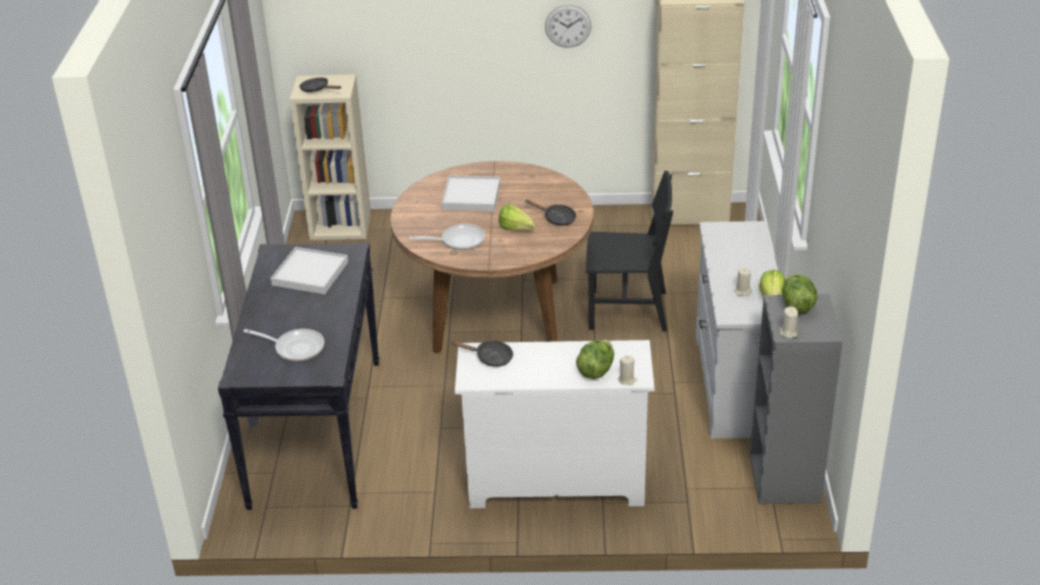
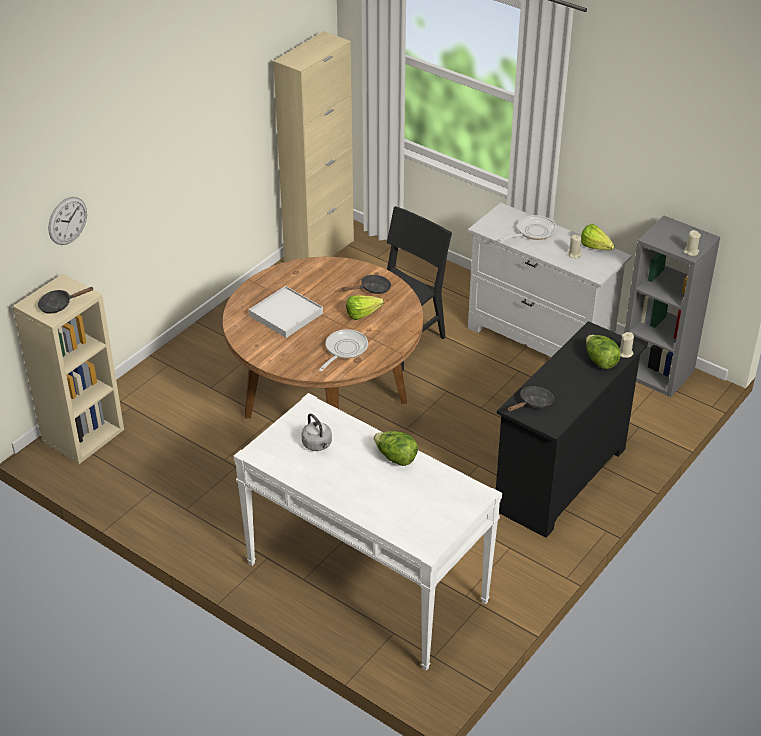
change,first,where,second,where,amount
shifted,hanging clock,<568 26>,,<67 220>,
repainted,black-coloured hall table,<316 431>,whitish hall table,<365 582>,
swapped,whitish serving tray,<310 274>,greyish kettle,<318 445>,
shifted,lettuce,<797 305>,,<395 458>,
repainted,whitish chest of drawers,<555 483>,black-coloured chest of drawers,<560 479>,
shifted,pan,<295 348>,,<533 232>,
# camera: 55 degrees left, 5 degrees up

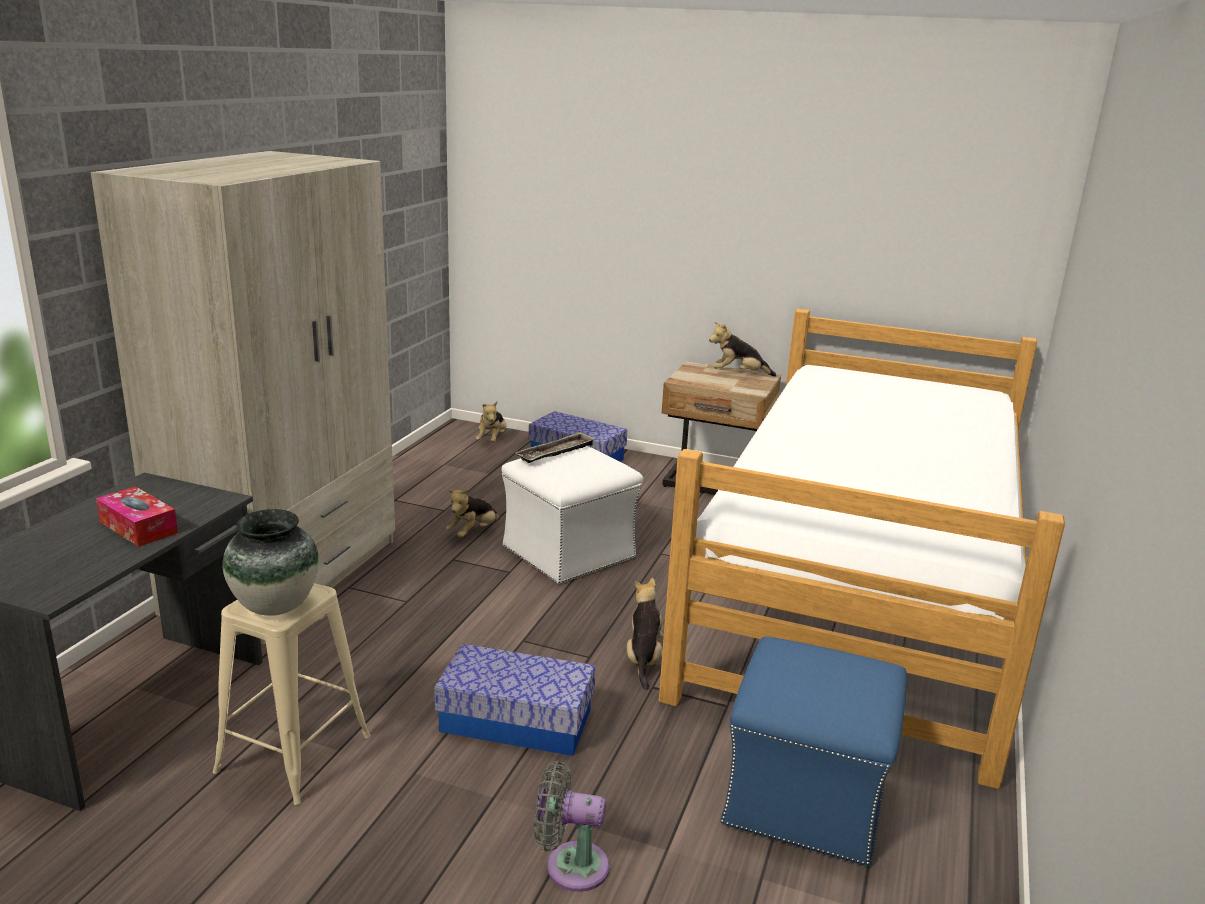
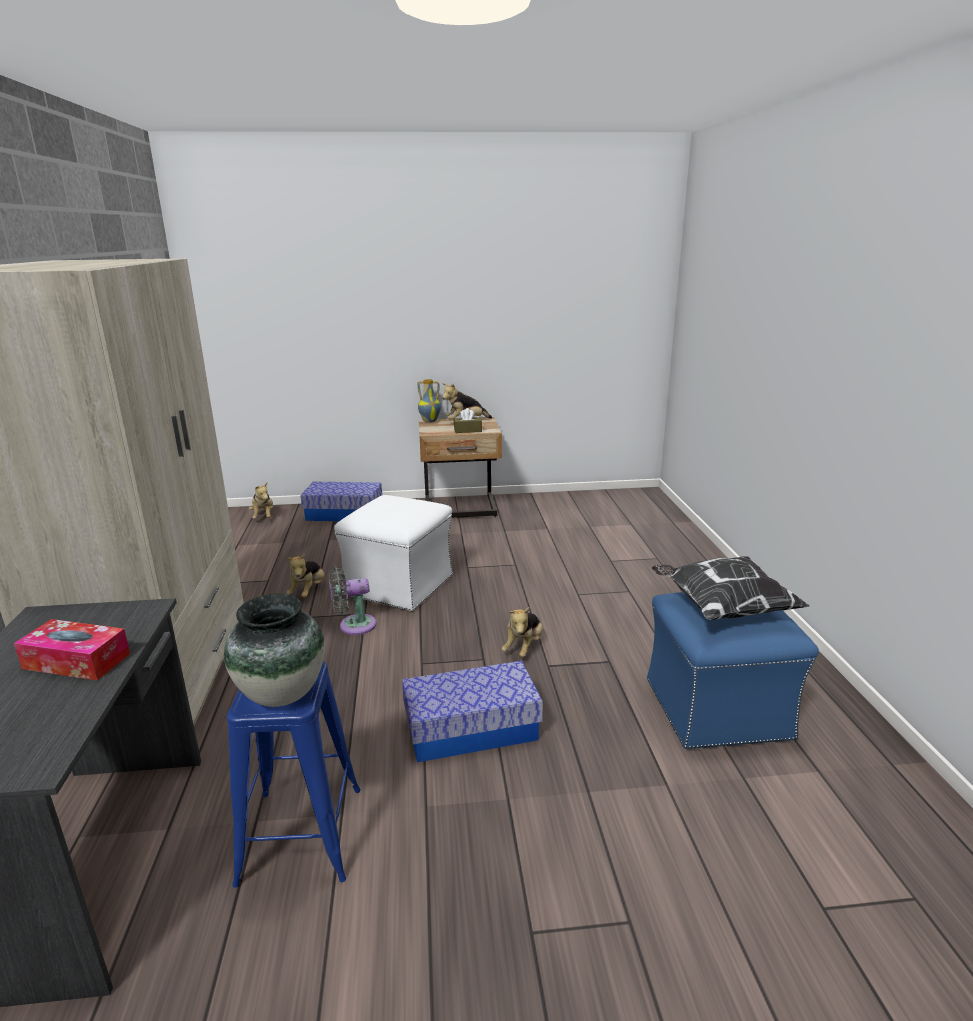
change,first,where,second,where,amount
repainted,beige-coloured stool,<294 753>,blue stool,<301 834>,
shifted,greyish electric fan,<570 865>,,<353 626>,
new,,,decorative vase,<430 421>,
new,,,brown-coloured tissue holder,<467 430>,
rotated,plush toy,<644 659>,,<524 647>,135 degrees counterclockwise
new,,,cushion,<722 608>,
gone,serving tray,<556 453>,,,
gone,sleeping bed,<860 593>,,,
# camera: 25 degrees left, 0 degrees up

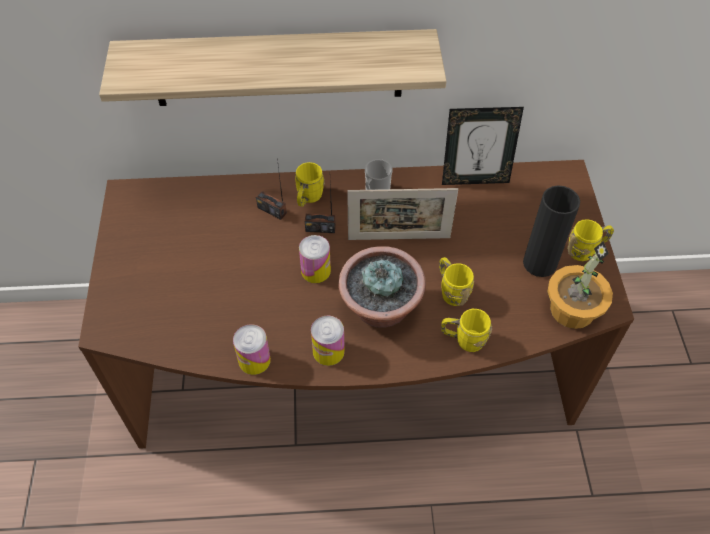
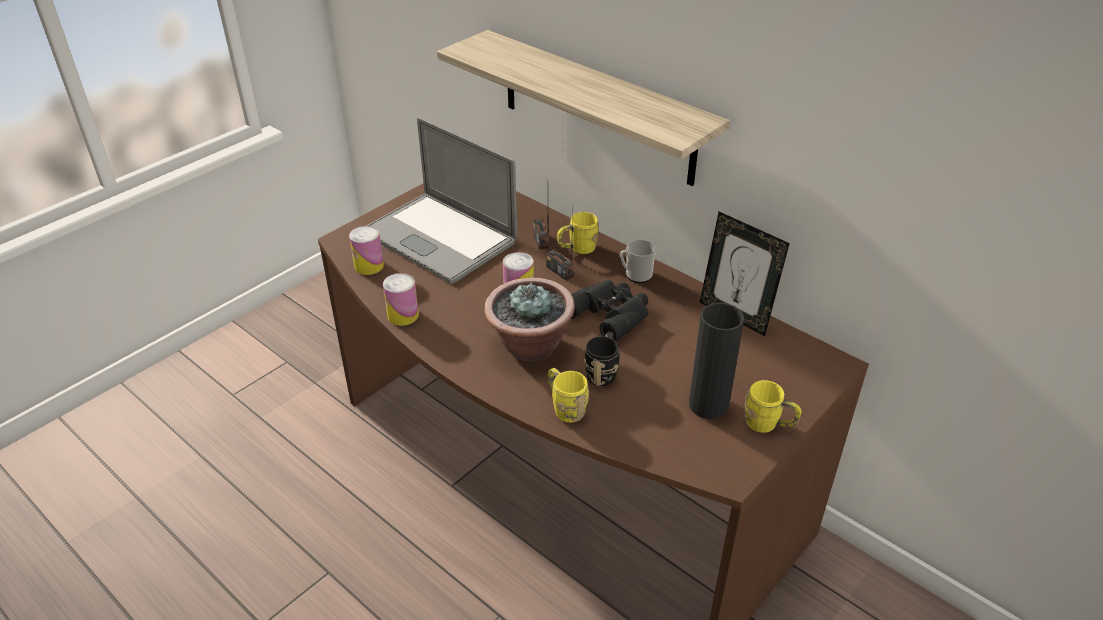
change,first,where,second,where,amount
shifted,metal can,<328 351>,,<369 266>,
new,,,portable computer,<439 237>,
swapped,photo frame,<399 238>,black-coloured pair of binoculars,<611 313>,
repainted,yellow-coloured tea mug,<451 290>,black-coloured tea mug,<603 371>,
gone,potted plant,<571 309>,,,
# camera: 45 degrees right, 15 degrees down

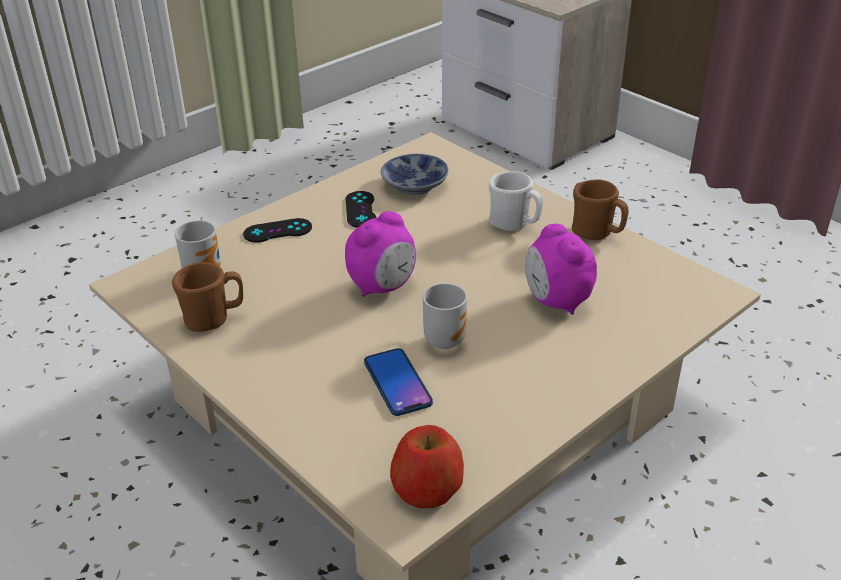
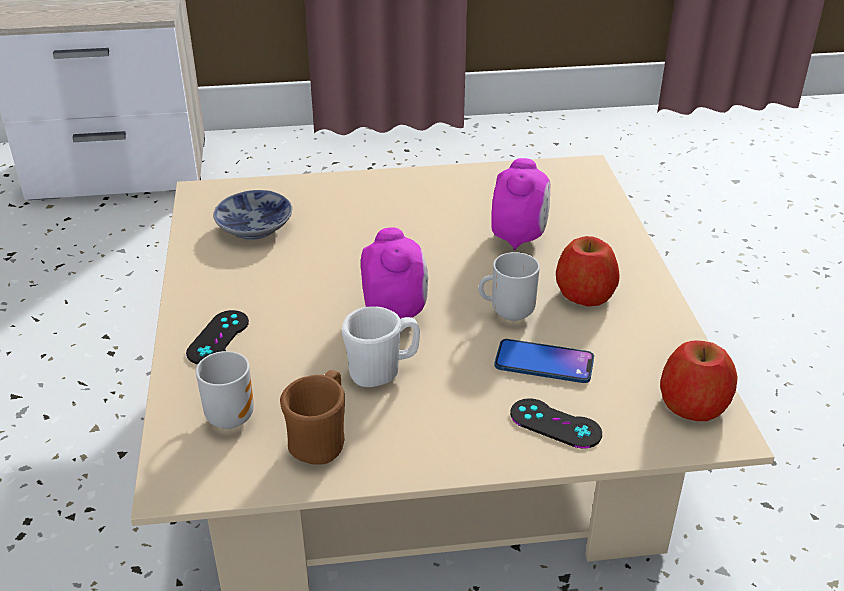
change,first,where,second,where,amount
shifted,whitish tea mug,<514 224>,,<382 371>,
rotated,alarm clock,<556 301>,,<519 237>,90 degrees counterclockwise
shifted,black-coloured game controller,<360 209>,,<555 424>,
new,,,whole apple,<584 293>,
gone,brown-coloured tea mug,<597 234>,,,
# camera: 55 degrees left, 0 degrees up

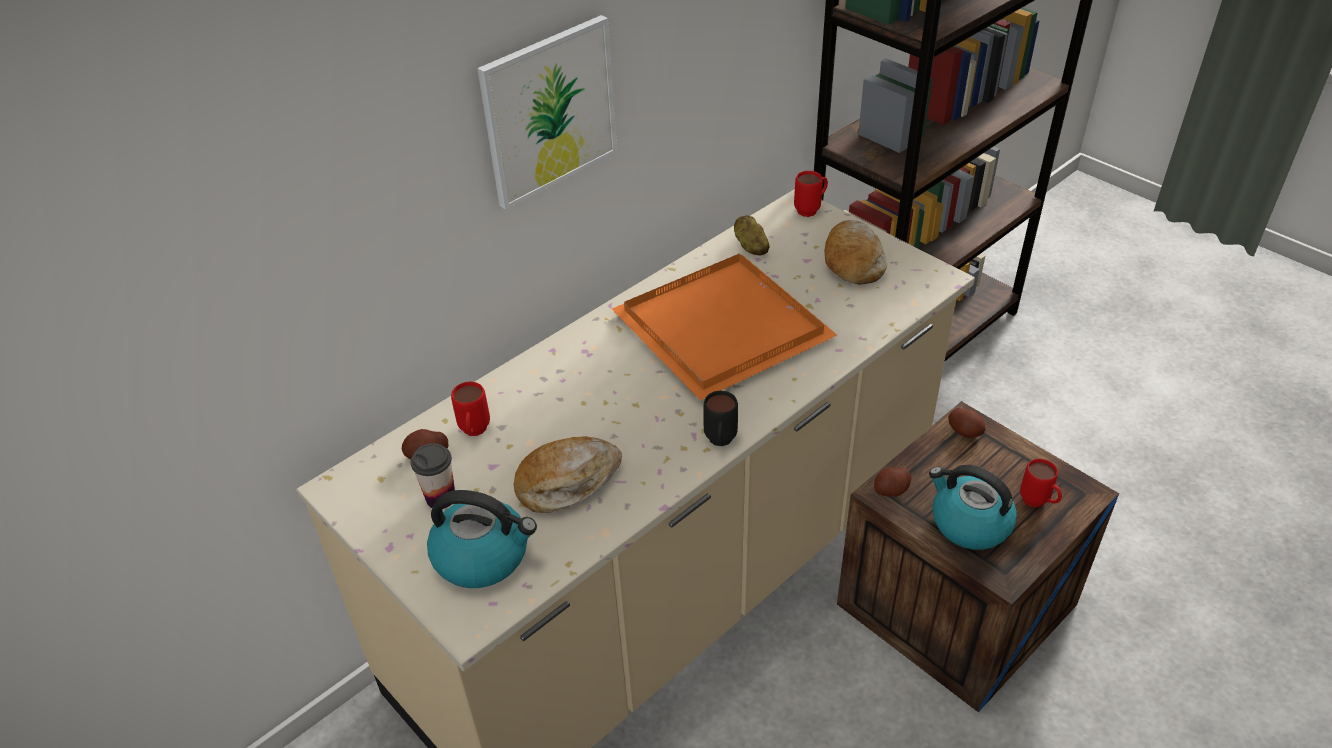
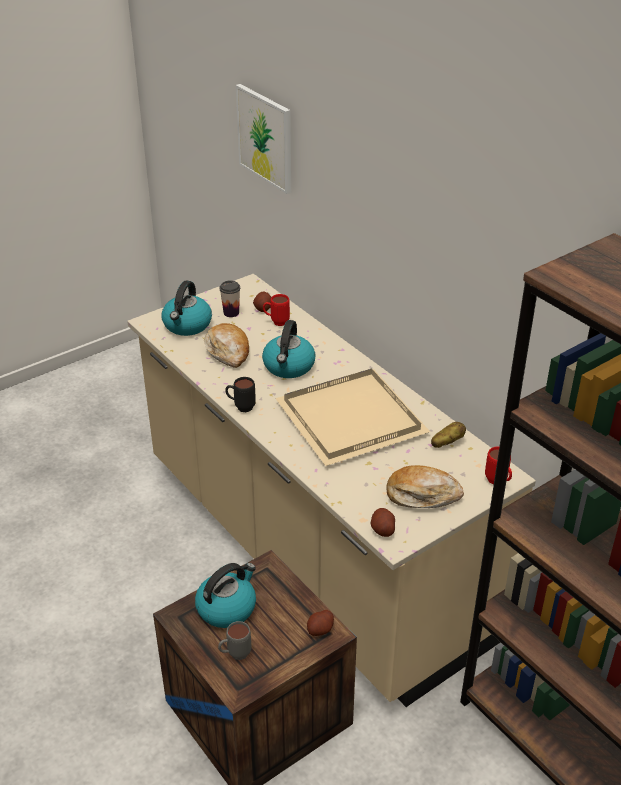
change,first,where,second,where,amount
repainted,red-coloured tea mug,<1038 503>,greyish tea mug,<235 655>,
shifted,wall picture,<549 111>,,<265 138>,
new,,,kettle,<289 367>,
repainted,orange-coloured serving tray,<726 328>,beige-coloured serving tray,<350 421>,
shifted,whole potato,<891 490>,,<382 530>,
# camera: 95 degrees right, 5 degrees down

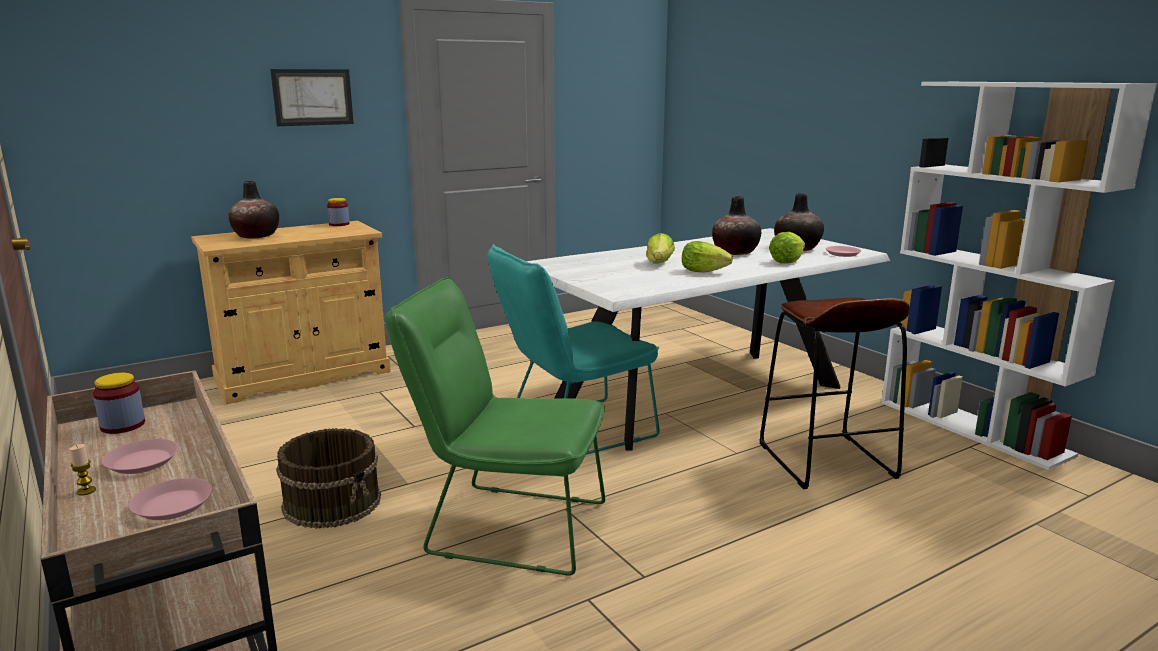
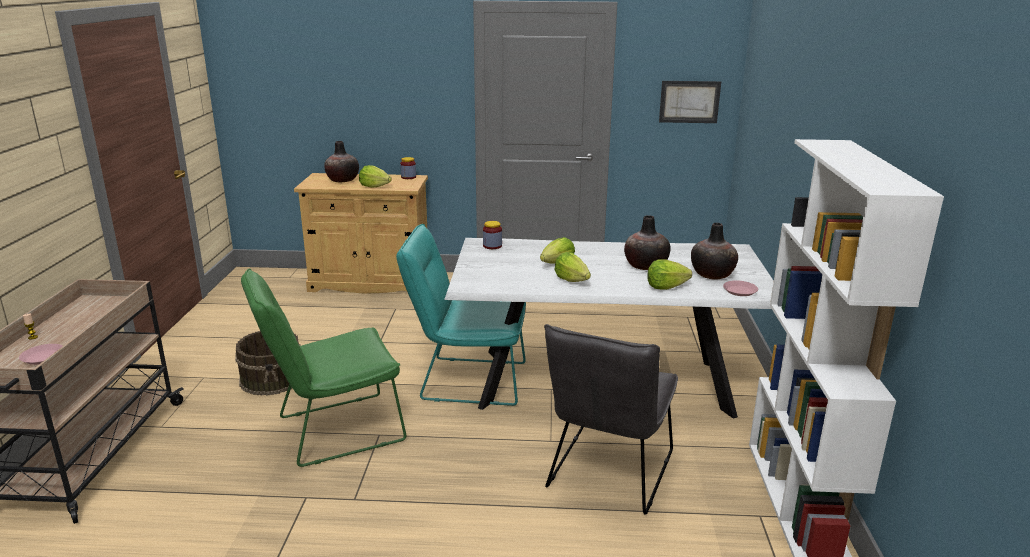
change,first,where,second,where,amount
rotated,green-coloured upright chair,<505 526>,,<332 431>,75 degrees counterclockwise
new,,,lettuce,<374 186>,
shifted,storage jar,<123 425>,,<492 246>,
swapped,brown-coloured stool,<826 461>,greyish upright chair,<607 475>,
shifted,wall picture,<313 97>,,<689 101>,
gone,pink dinner plate,<142 461>,,,
# camera: 35 degrees right, 5 degrees up

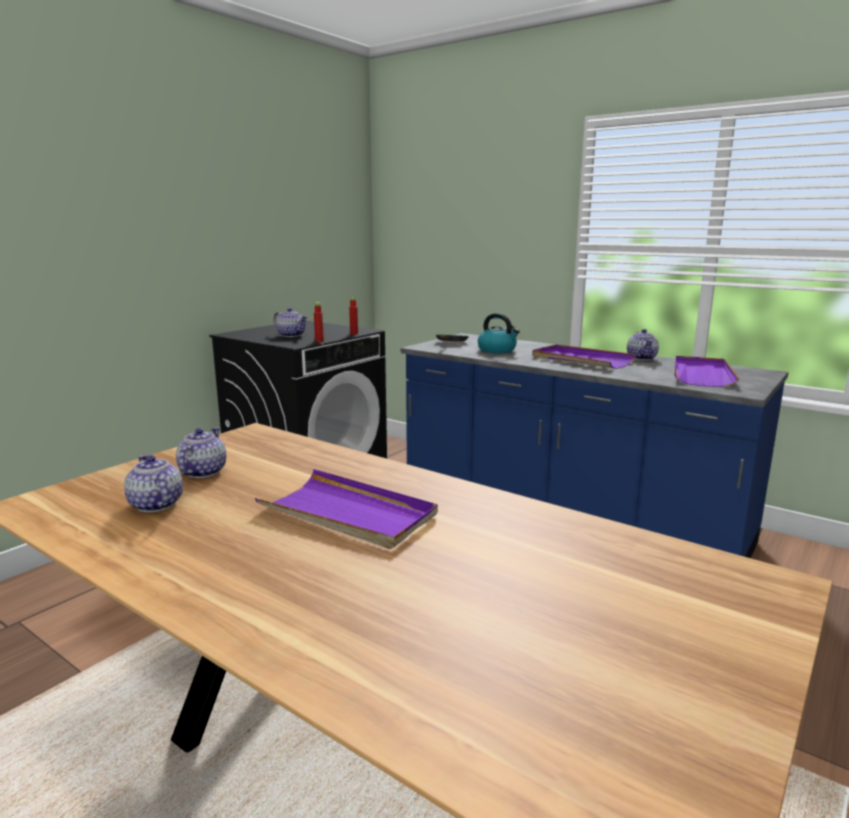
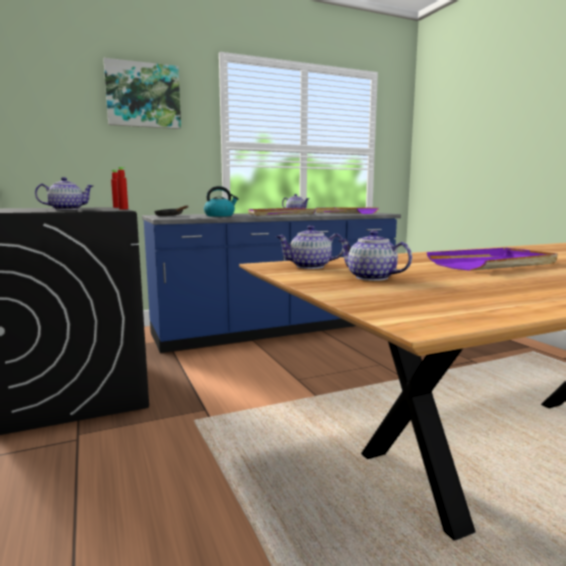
change,first,where,second,where,amount
new,,,wall picture,<143 95>,
shifted,teapot,<155 505>,,<310 266>,
# camera: 60 degrees left, 5 degrees down

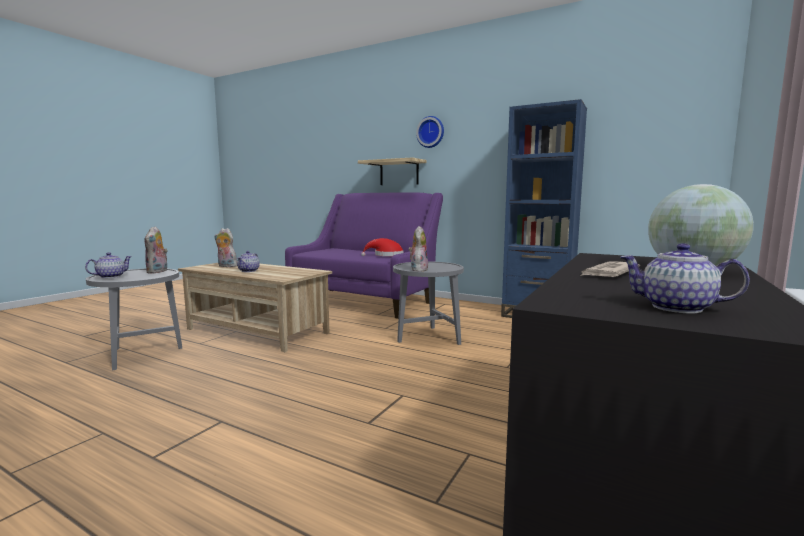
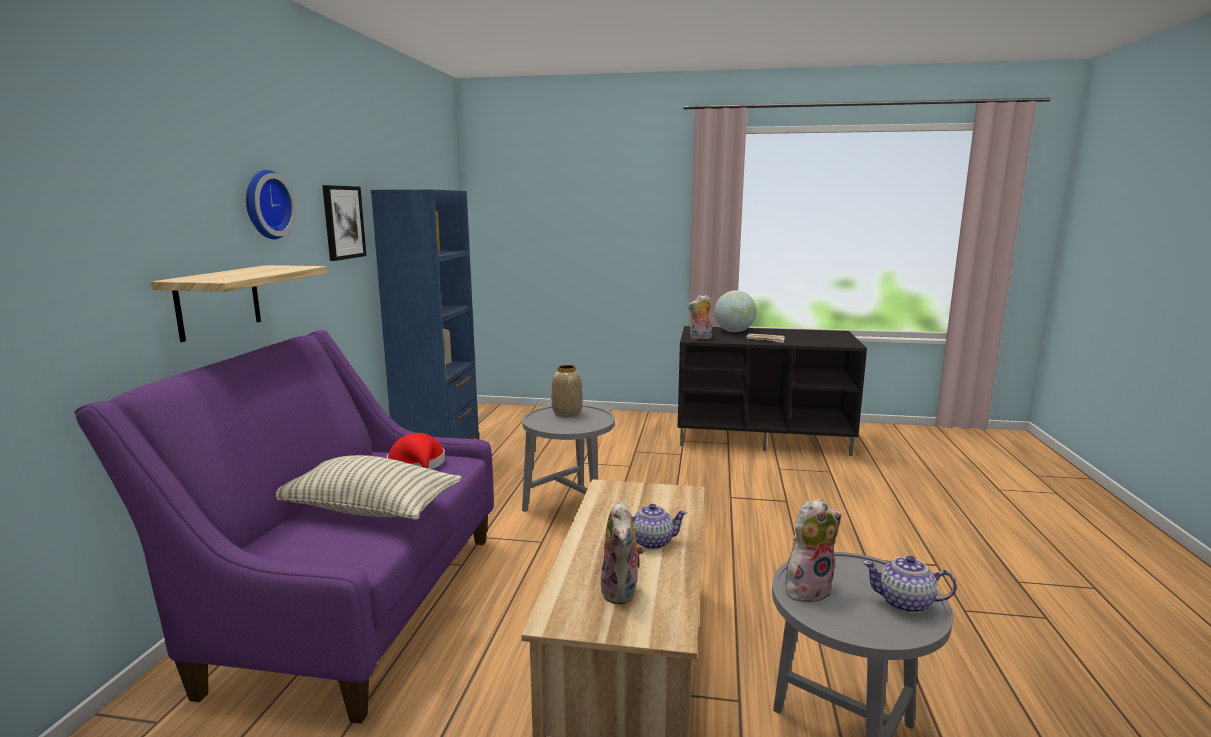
change,first,where,second,where,amount
new,,,cushion,<369 510>,
new,,,wall picture,<343 222>,
new,,,decorative vase,<567 413>,
shifted,plush toy,<418 269>,,<700 338>,
gone,teapot,<677 308>,,,
# camera: 110 degrees left, 5 degrees up

